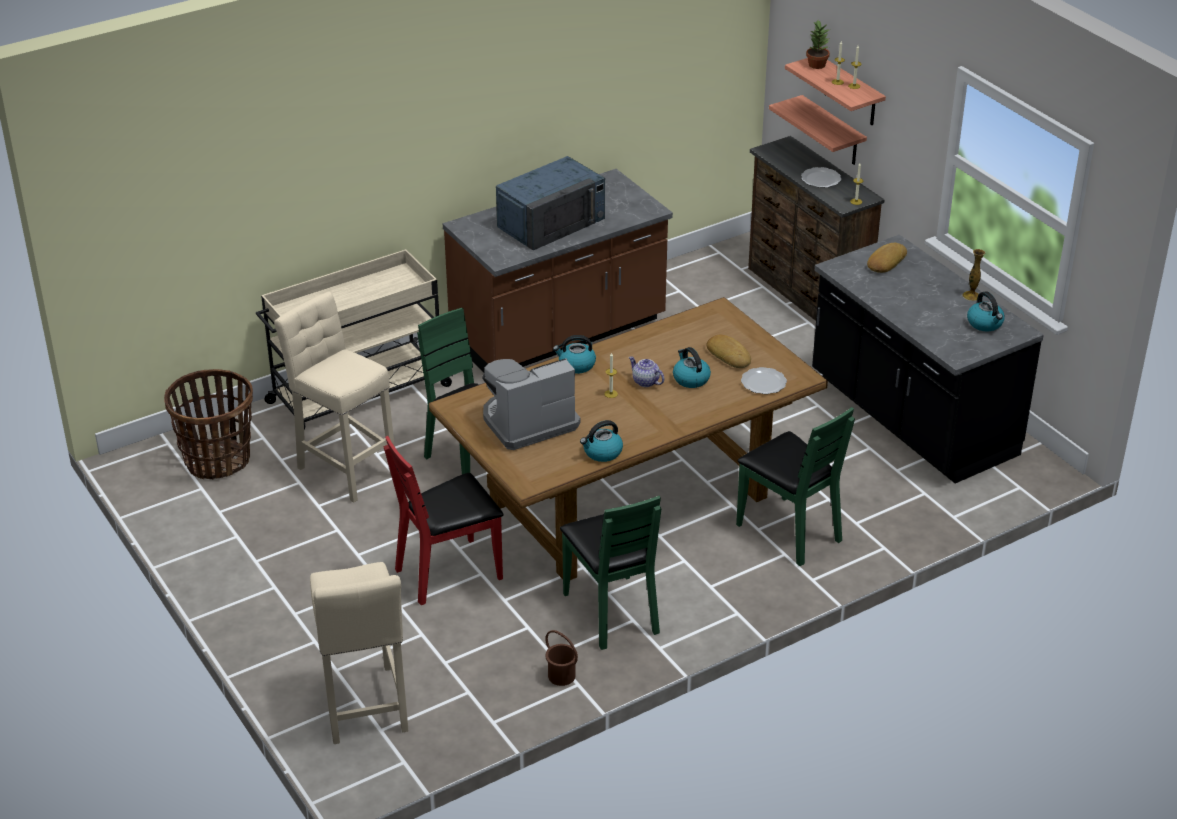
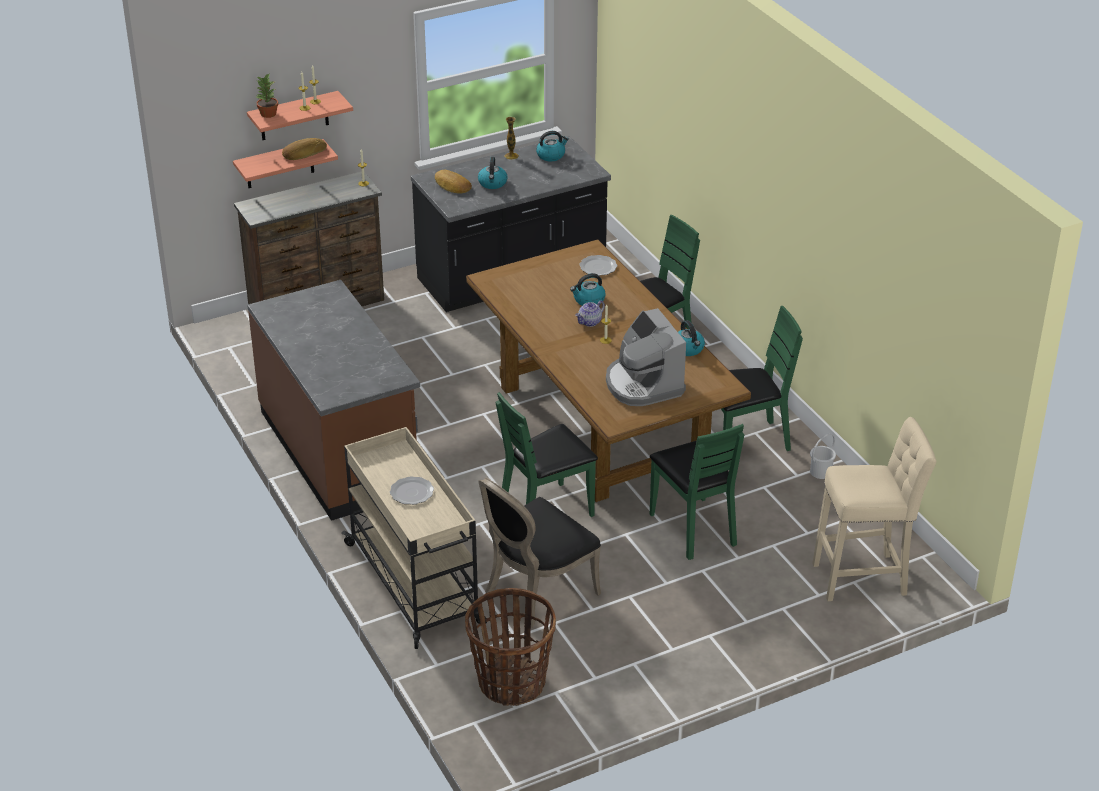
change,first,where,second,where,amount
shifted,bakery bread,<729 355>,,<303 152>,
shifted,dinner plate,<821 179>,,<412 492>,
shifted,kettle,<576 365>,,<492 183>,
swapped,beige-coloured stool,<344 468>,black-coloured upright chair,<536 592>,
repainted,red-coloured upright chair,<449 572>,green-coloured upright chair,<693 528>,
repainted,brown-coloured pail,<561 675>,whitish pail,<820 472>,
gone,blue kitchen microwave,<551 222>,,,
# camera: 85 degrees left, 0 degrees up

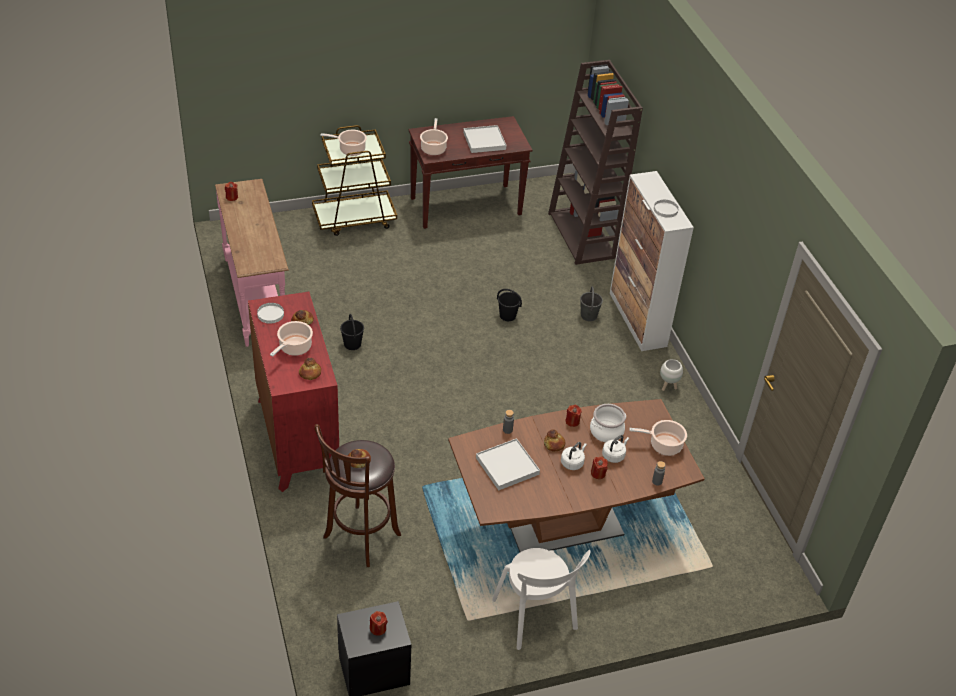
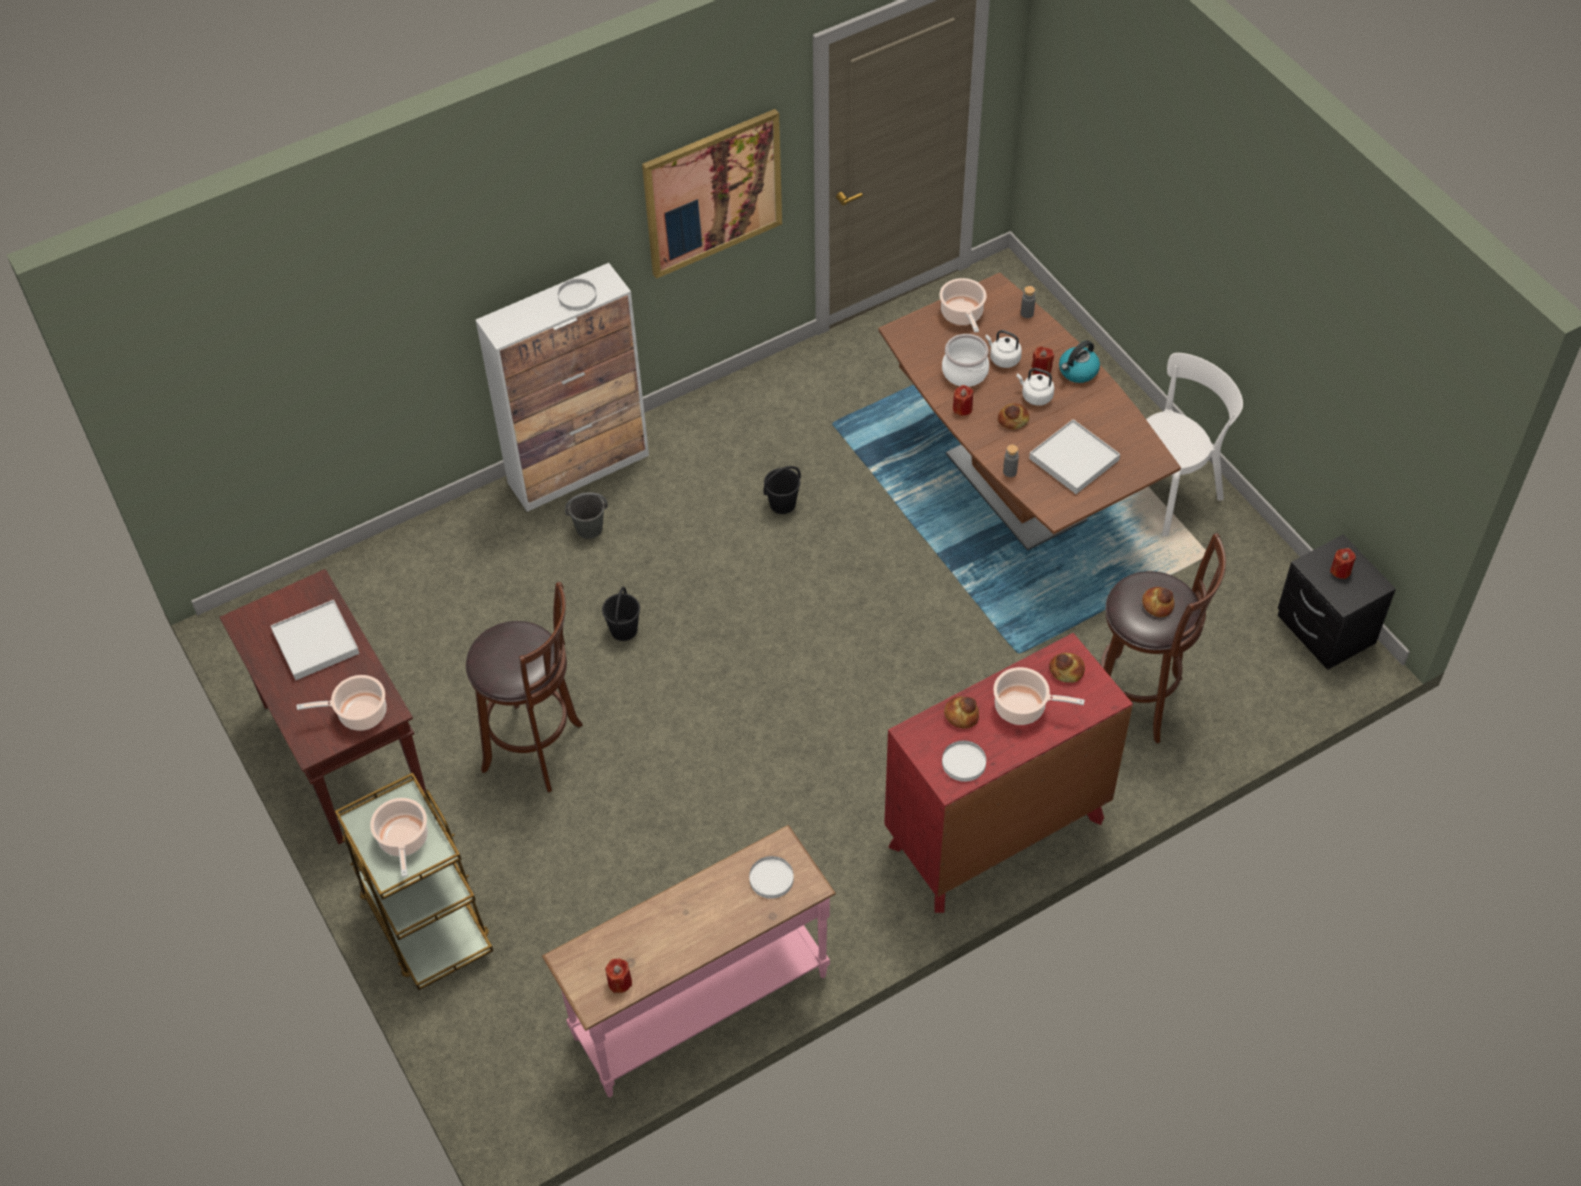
change,first,where,second,where,amount
new,,,brown-coloured stool,<538 749>,
new,,,wall picture,<712 193>,
new,,,whitish dinner plate,<771 879>,
shifted,black-coloured pail,<352 344>,,<783 504>,
new,,,kettle,<1078 371>,
gone,brown-coloured bookcase,<583 236>,,,
gone,whitish planter,<667 386>,,,
# camera: 100 degrees left, 10 degrees up

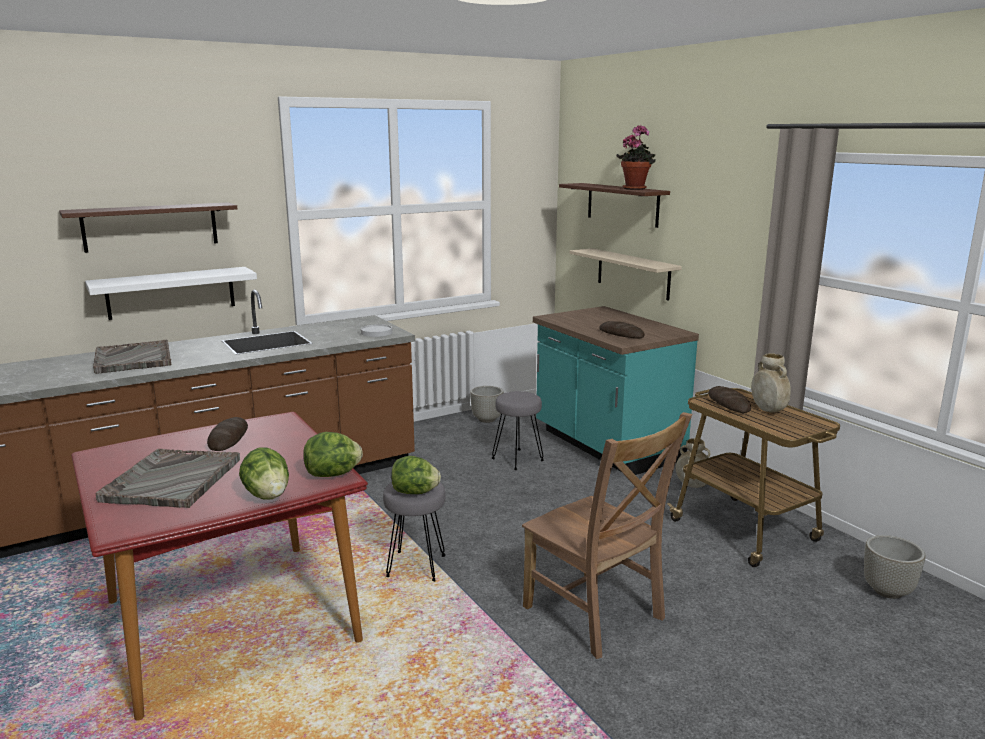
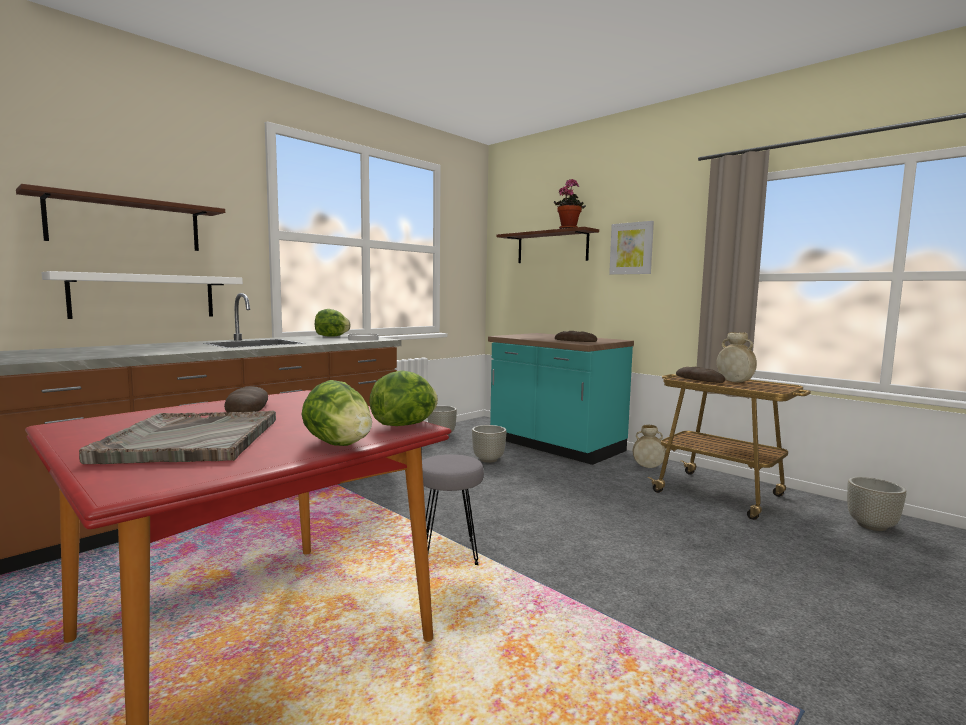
change,first,where,second,where,amount
shifted,lettuce,<415 492>,,<332 336>,
swapped,greyish stool,<518 459>,greyish planter,<488 460>,
new,,,wall picture,<631 248>,
gone,greyish serving tray,<133 359>,,,
gone,brown-coloured upright chair,<596 615>,,,
gone,beige-coloured wall shelf,<633 273>,,,
# camera: 15 degrees left, 10 degrees down

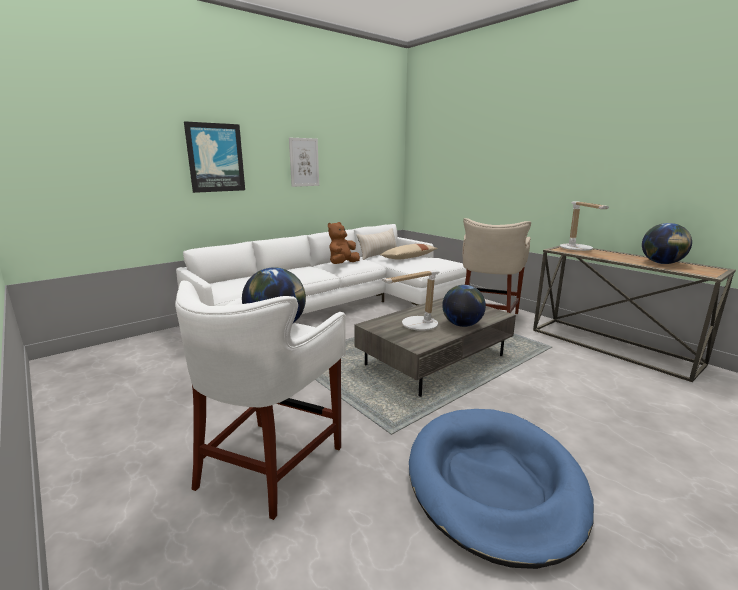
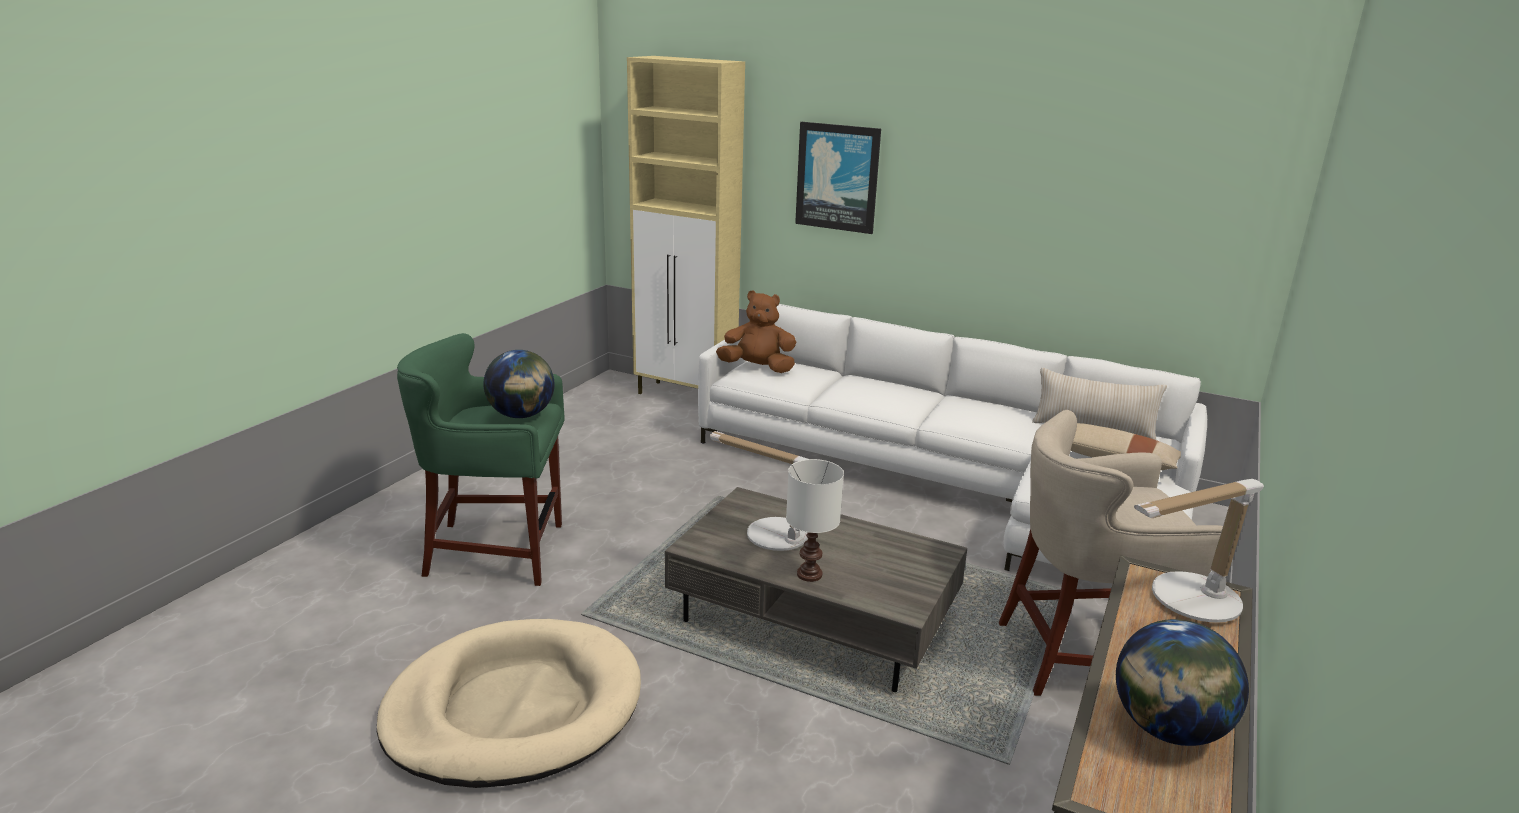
change,first,where,second,where,amount
repainted,blue dog cushion,<494 483>,beige-coloured dog cushion,<514 709>,
repainted,whitish stool,<270 464>,green-coloured stool,<496 552>,
new,,,beige-coloured cabinet,<686 396>,
shifted,brown-coloured plush toy,<342 264>,,<758 368>,
swapped,world globe,<462 325>,whitish lamp for a table,<810 574>,
gone,wall picture,<304 162>,,,
# camera: 65 degrees right, 5 degrees up

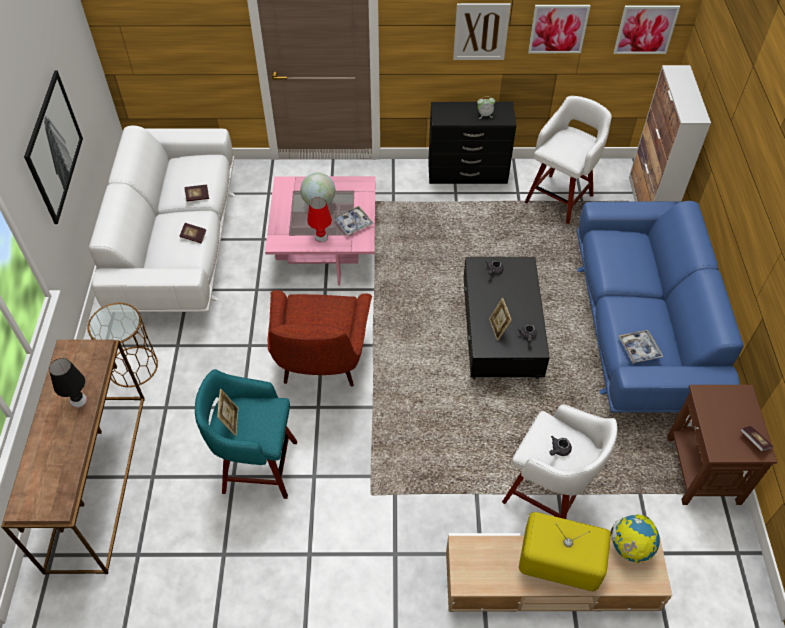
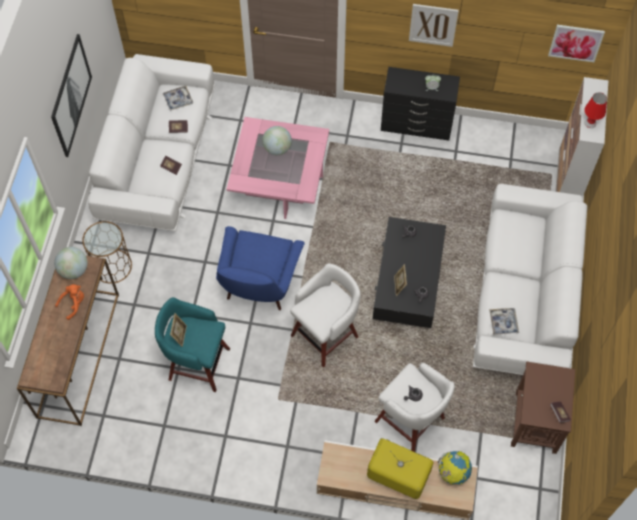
change,first,where,second,where,amount
new,,,world globe,<74 270>,
swapped,black-coloured lamp for a table,<78 400>,orange-coloured plush toy,<73 304>,
shifted,serving tray,<353 223>,,<178 100>,
repainted,red-coloured easy chair,<321 362>,blue easy chair,<258 285>,
shifted,whitish stool,<560 197>,,<326 335>,
repainted,blue settee,<640 329>,whitish settee,<523 297>,
shifted,red-coloured lamp for a table,<321 237>,,<590 123>,
gone,wall picture,<558 28>,,,
# camera: 10 degrees right, 10 degrees up

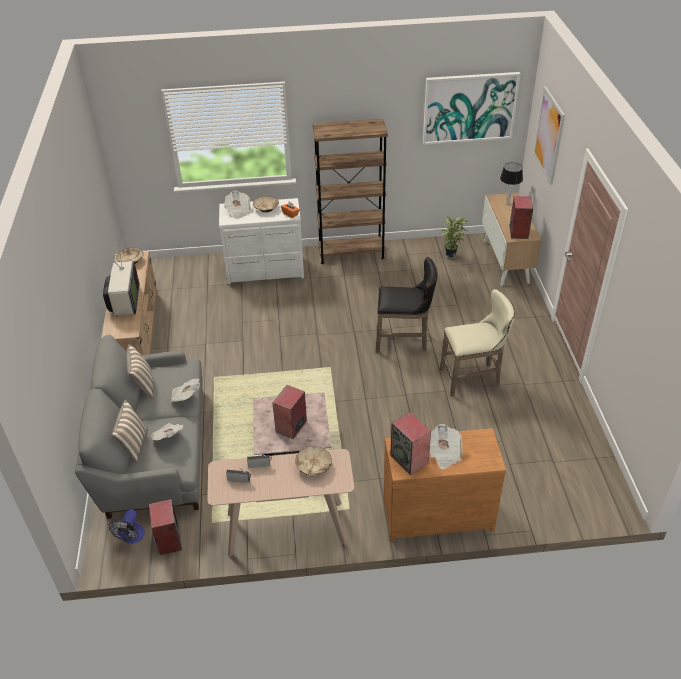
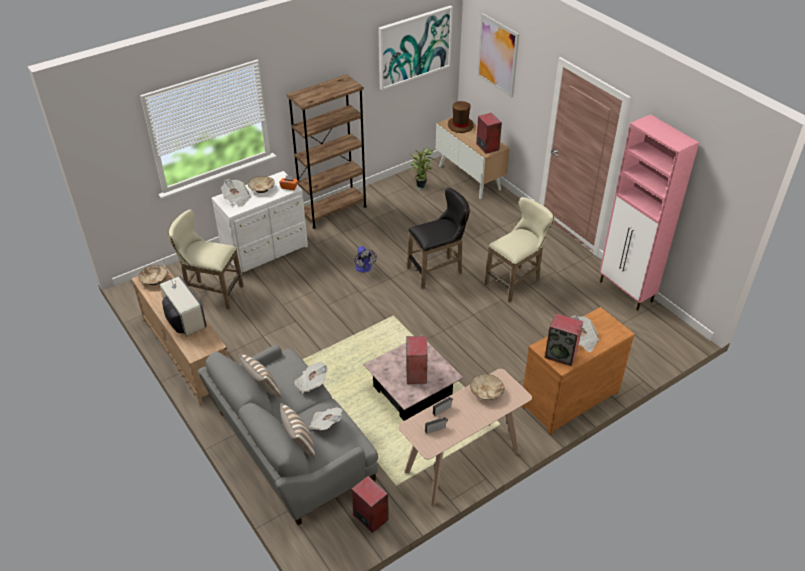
change,first,where,second,where,amount
new,,,beige-coloured stool,<211 293>,
shifted,electric fan,<132 537>,,<364 269>,
swapped,lamp for a table,<508 203>,brown-coloured wearable hat,<460 125>,
new,,,pink cabinet,<626 292>,
# camera: 30 degrees left, 0 degrees up

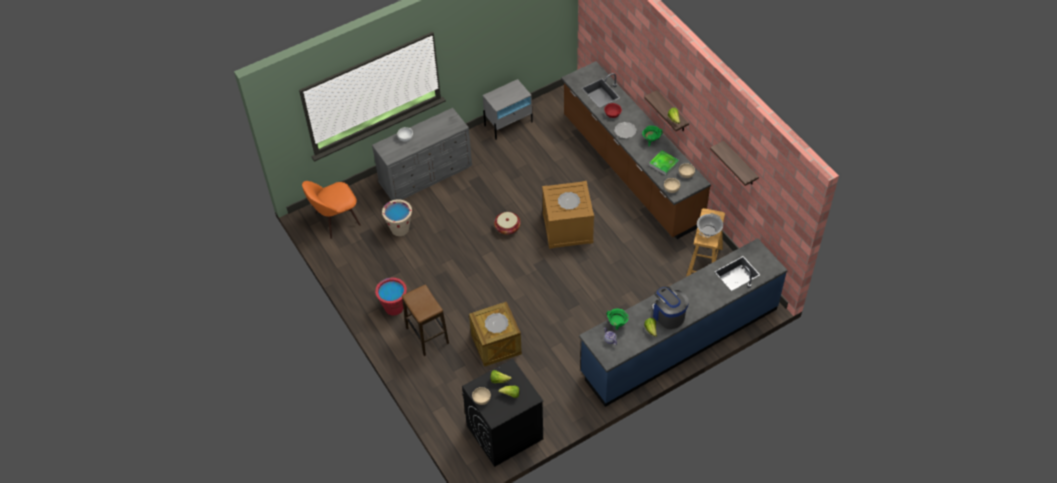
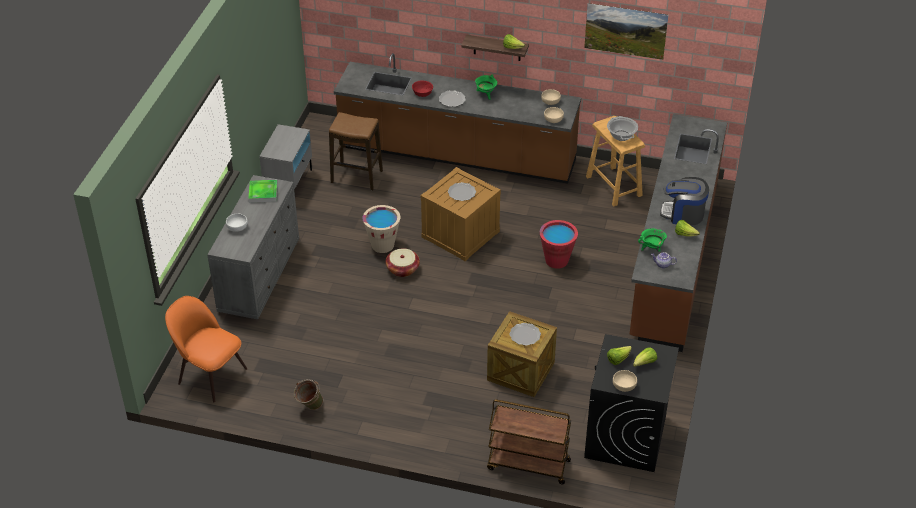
change,first,where,second,where,amount
rotated,orange-coloured upright chair,<335 220>,,<210 374>,105 degrees clockwise
shifted,serving tray,<663 164>,,<263 193>,
new,,,green-coloured pail,<309 407>,
shifted,stool,<427 335>,,<356 177>,
shifted,beige-coloured pail,<400 229>,,<382 245>,
new,,,brown-coloured wheeled cart,<527 465>,
shifted,red-coloured pail,<394 307>,,<556 260>,
swapped,wall shelf,<740 164>,wall picture,<624 42>,
repainted,blue counter,<679 340>,brown-coloured counter,<673 258>,
# camera: 45 degrees left, 10 degrees down

